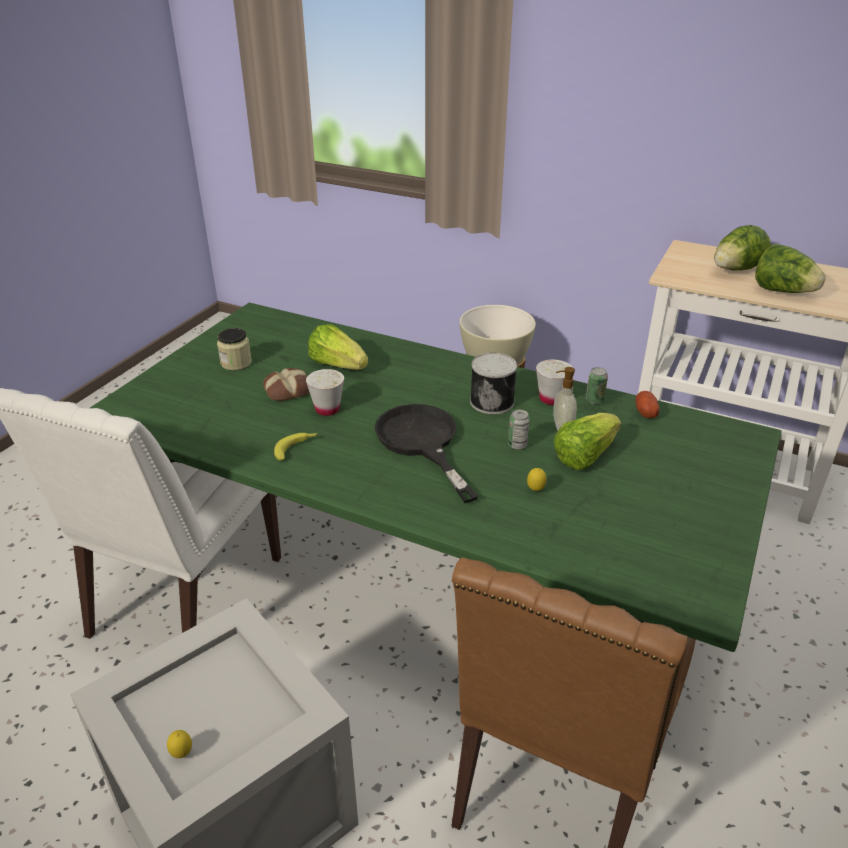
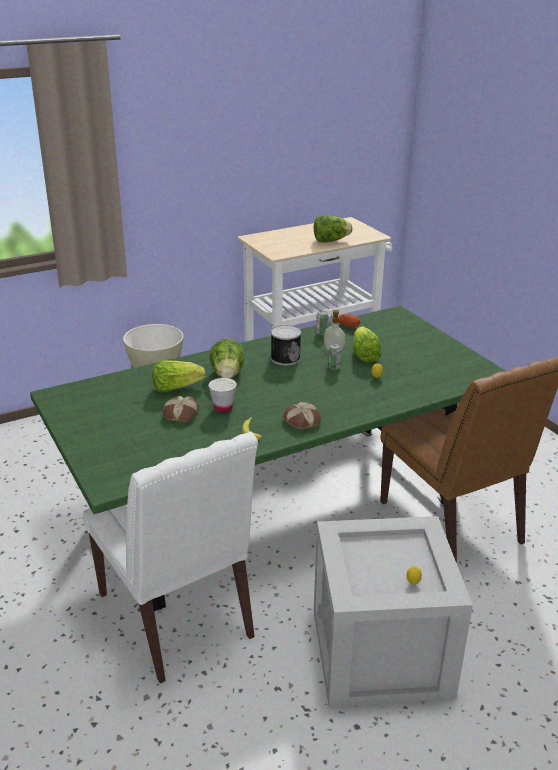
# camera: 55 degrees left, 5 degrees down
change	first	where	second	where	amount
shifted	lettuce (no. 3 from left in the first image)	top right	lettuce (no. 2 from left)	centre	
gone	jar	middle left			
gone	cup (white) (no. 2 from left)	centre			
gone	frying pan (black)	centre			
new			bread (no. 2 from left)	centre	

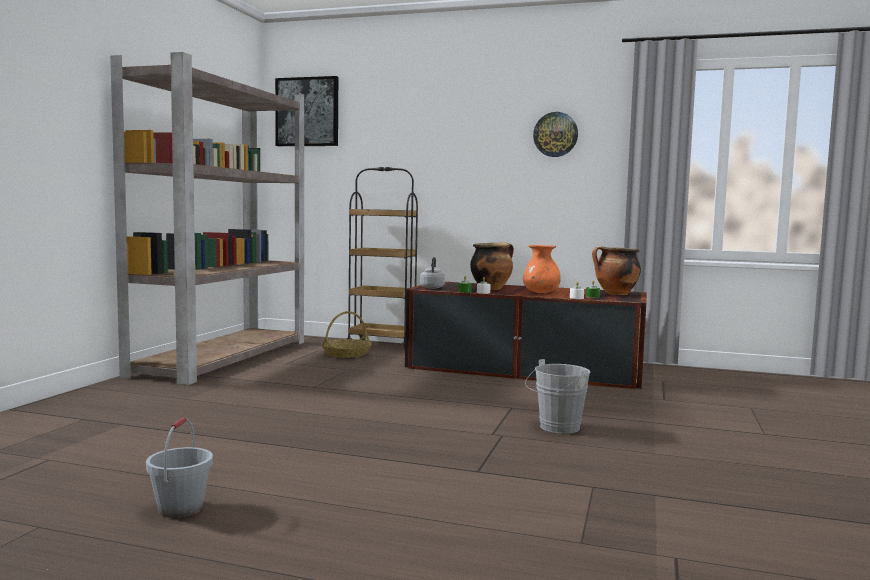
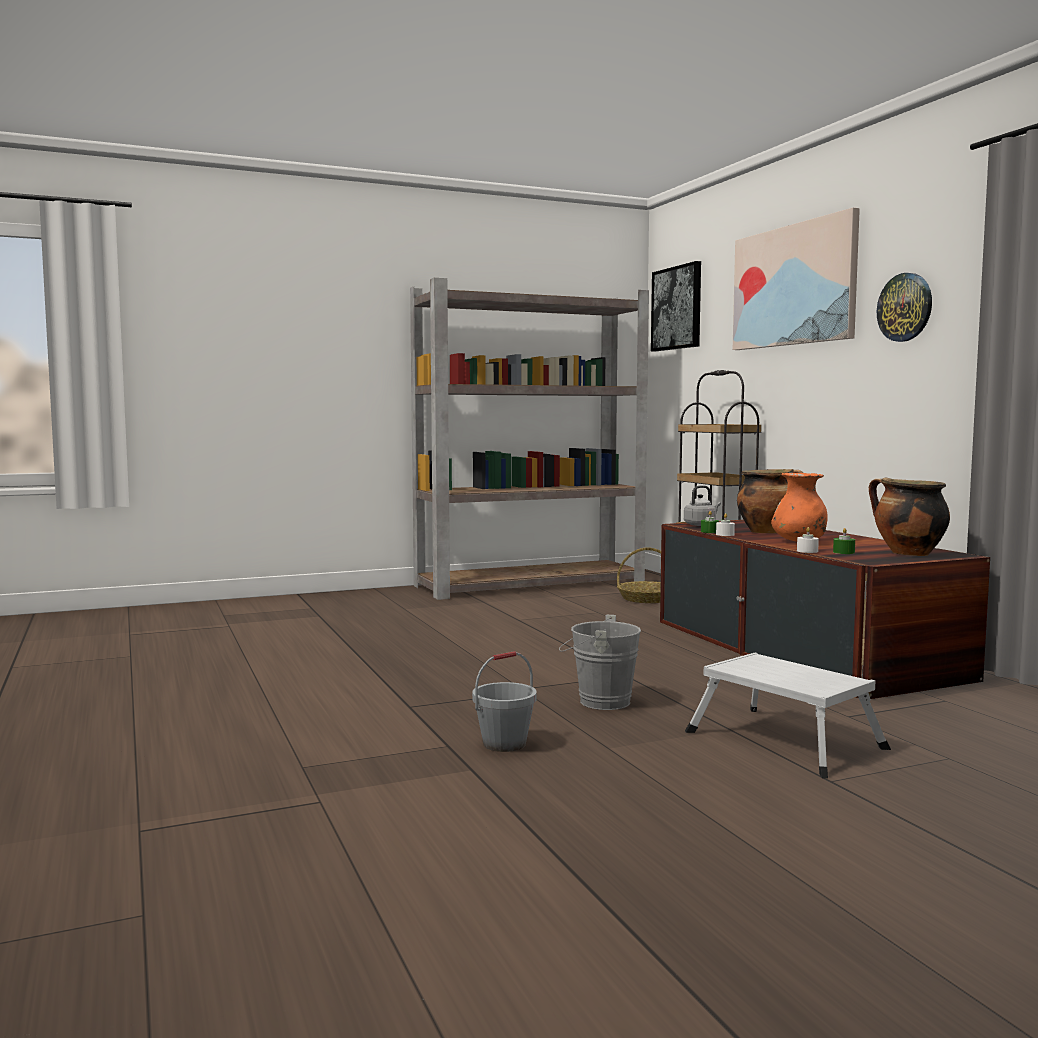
# camera: 50 degrees right, 0 degrees up
change	first	where	second	where	amount
shifted	bucket (grey) (no. 1 from left)	bottom left		bottom centre	
new			picture (no. 2 from left)	top right	
new			step ladder (white)	bottom right	

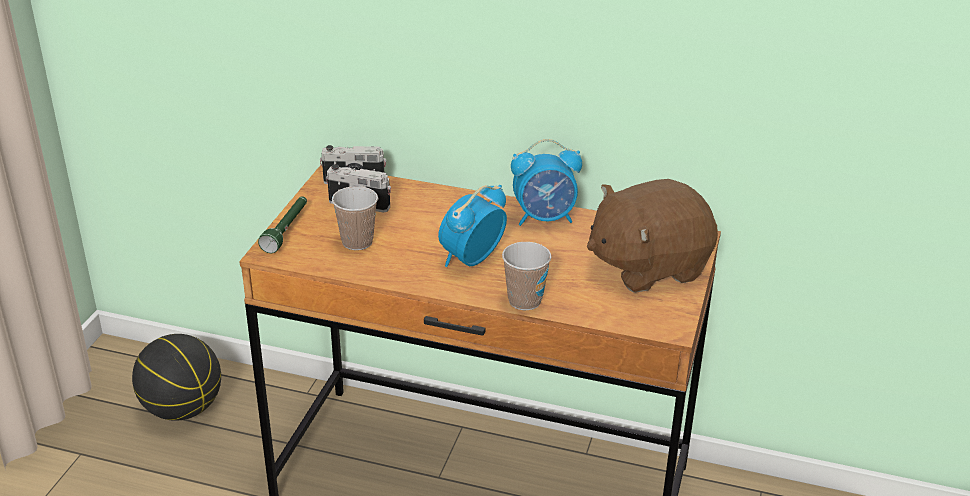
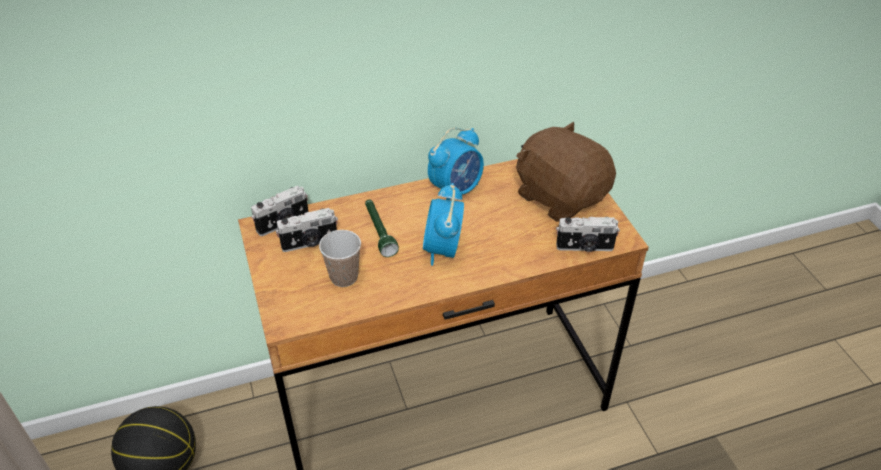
# camera: 35 degrees left, 10 degrees up
change	first	where	second	where	amount
rotated	plush toy (brown)	middle right		centre	105 degrees clockwise
shifted	flashlight (green)	middle left		centre	
gone	cup (no. 2 from left)	centre			
new			photo camera (no. 3 from left)	middle right	

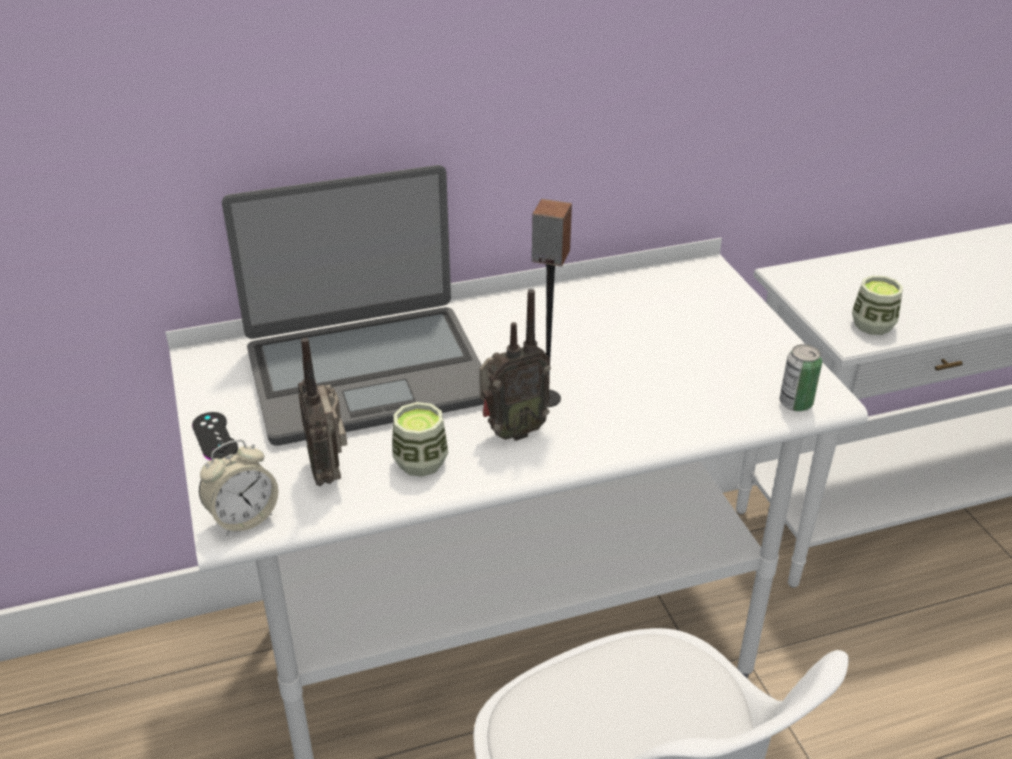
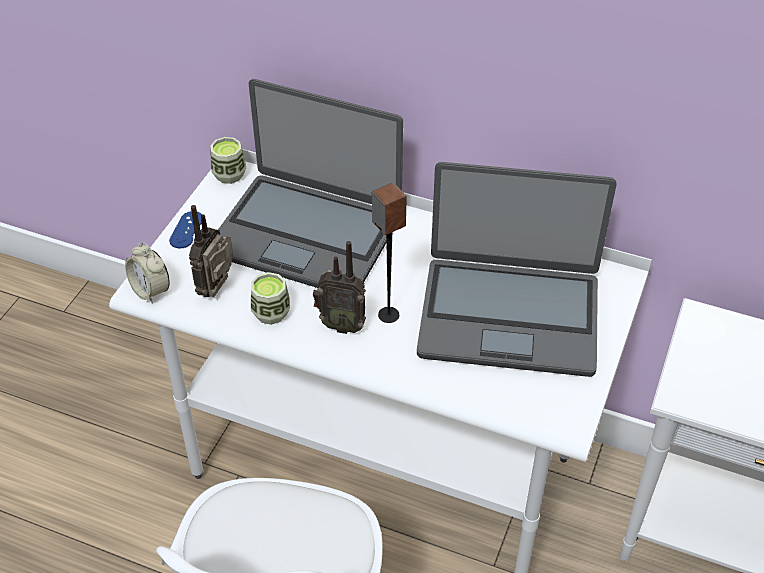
# camera: 40 degrees right, 10 degrees up
change	first	where	second	where	amount
shifted	cup (no. 2 from left in the first image)	middle right	cup (no. 1 from left)	top left	
gone	can	middle right			
repainted	game controller (black)	middle left	game controller (blue)	middle left	
rotated	alarm clock	middle left		middle left	45 degrees clockwise
new			laptop (no. 2 from left)	middle right	

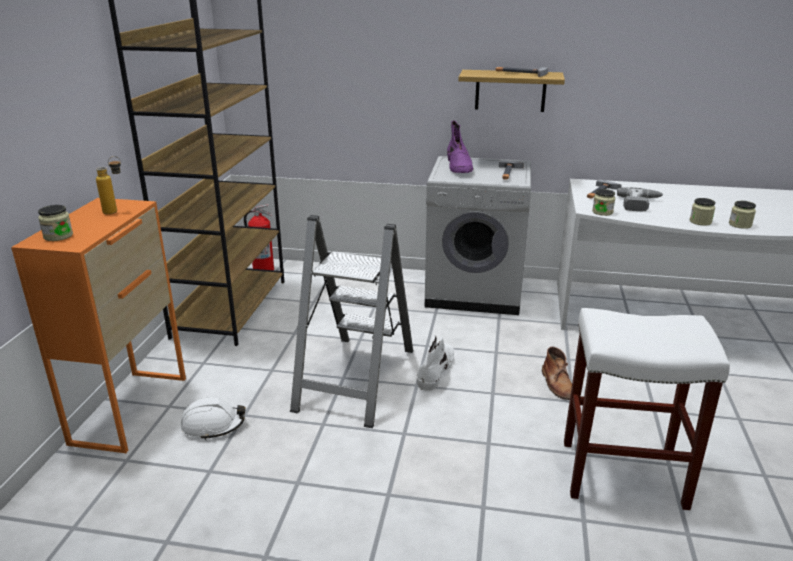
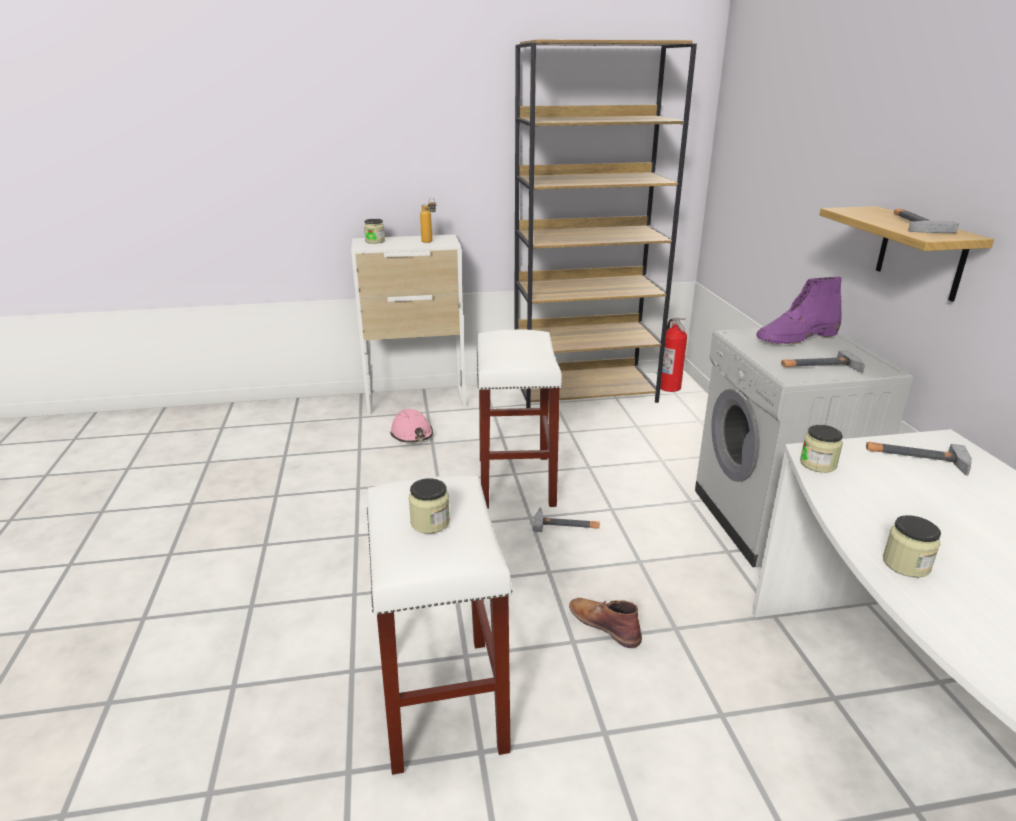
# camera: 70 degrees right, 0 degrees up
change	first	where	second	where	amount
gone	power drill	middle right			
repainted	cabinet (orange)	middle left	cabinet (white)	centre	
shifted	jar (no. 4 from left in the first image)	middle right	jar (no. 2 from left)	centre	
swapped	step ladder (grey)	centre	stool (white) (no. 2 from left)	centre	
swapped	boot (white)	centre	hammer (no. 1 from left)	centre	
rotated	boot (brown)	middle right		bottom centre	75 degrees clockwise
repainted	hard hat (white)	bottom left	hard hat (pink)	centre	

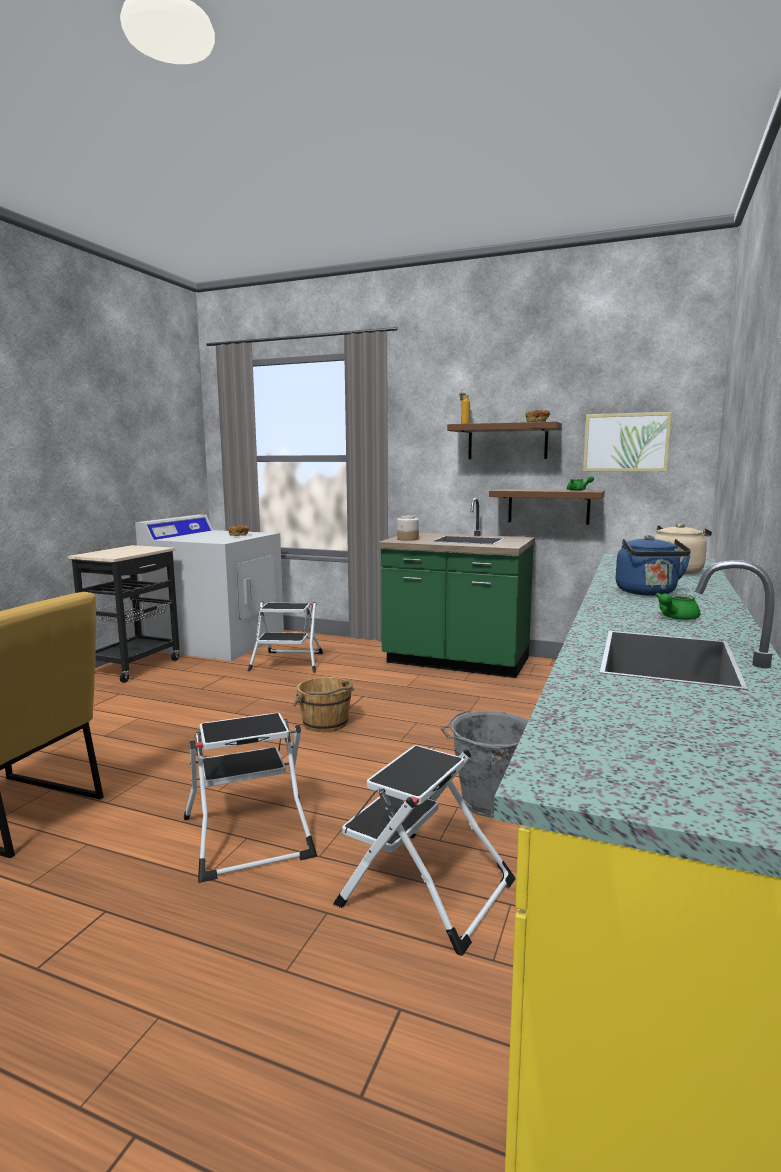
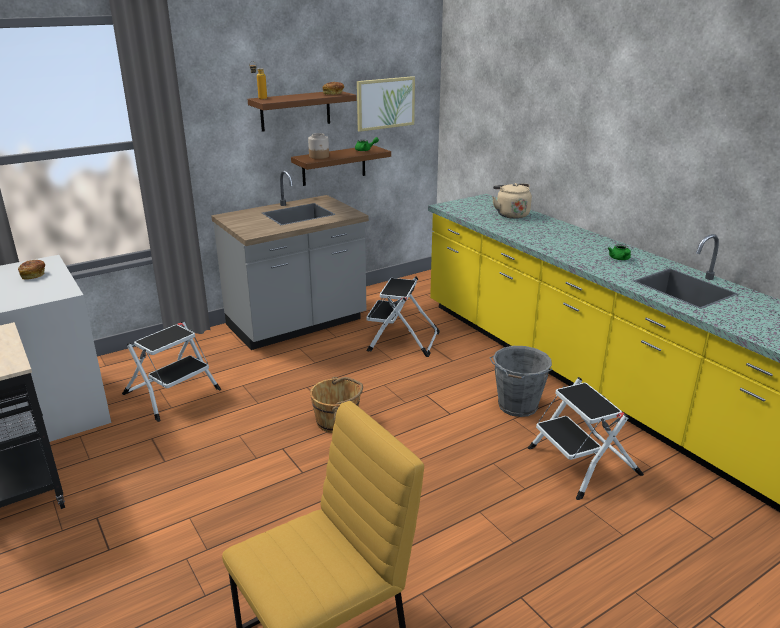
# camera: 55 degrees left, 15 degrees up
change	first	where	second	where	amount
repainted	counter (green)	centre	counter (grey)	centre	
shifted	jar	centre		top centre	
gone	kettle (blue)	middle right			
shifted	step ladder (no. 1 from left in the first image)	bottom left	step ladder (no. 2 from left)	centre	

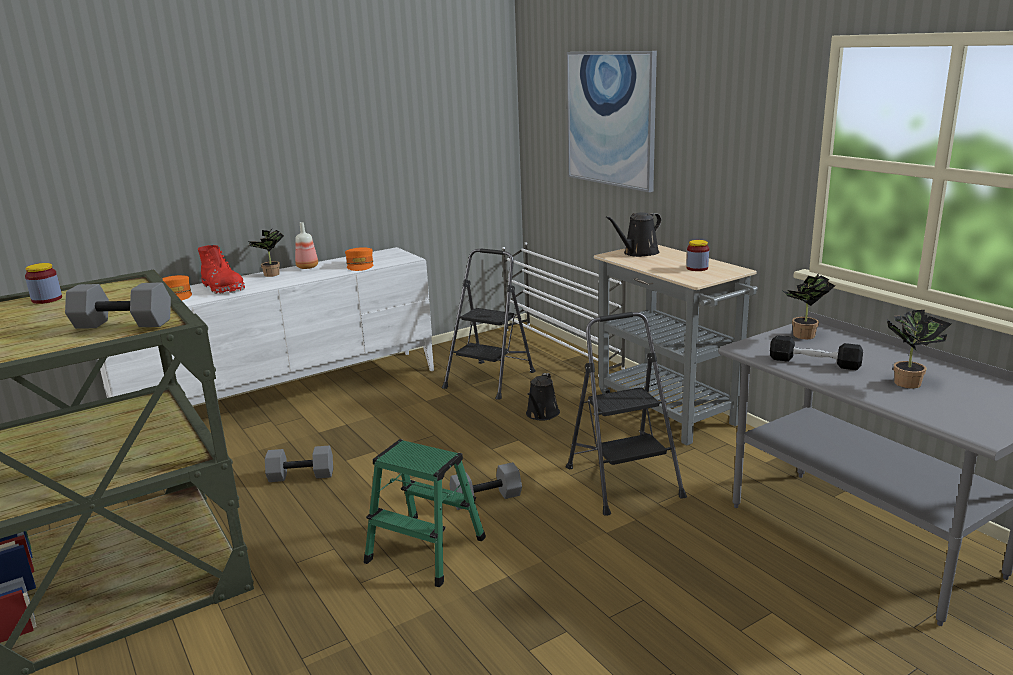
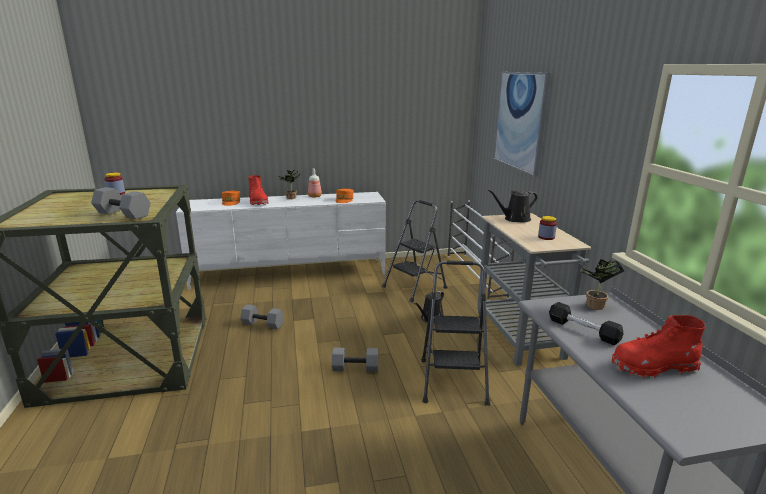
# camera: 20 degrees right, 0 degrees up
change	first	where	second	where	amount
swapped	potted plant (no. 3 from left)	middle right	boot (red) (no. 2 from left)	bottom right	
gone	step ladder (green)	bottom centre			

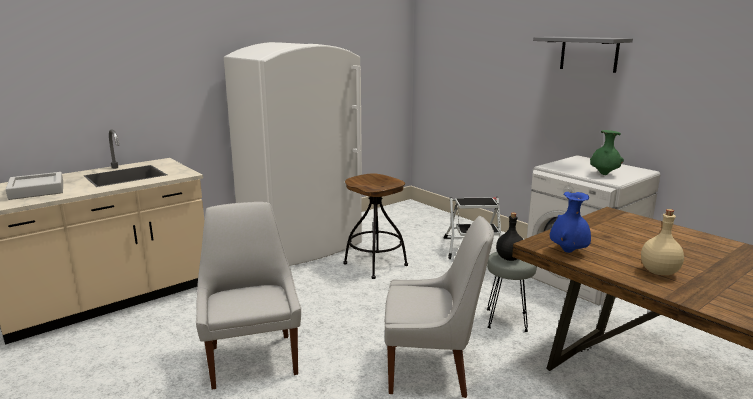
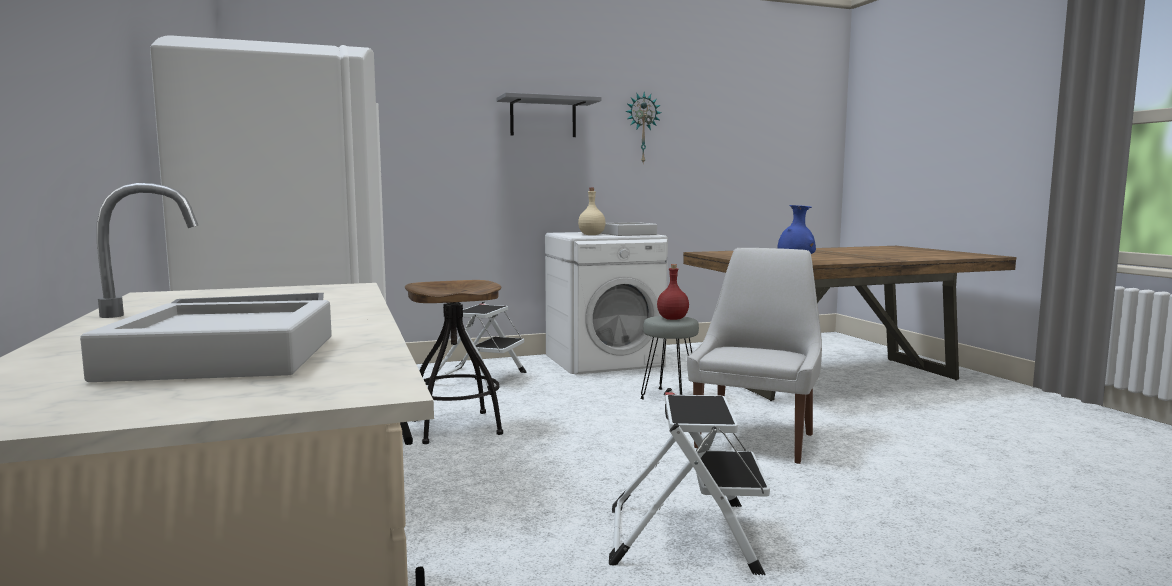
# camera: 70 degrees left, 10 degrees down
change	first	where	second	where	amount
swapped	vase (green)	middle right	tray (grey) (no. 2 from left)	centre	
swapped	chair (white) (no. 1 from left)	bottom left	step ladder (no. 2 from left)	bottom centre	
shifted	bottle (beige)	middle right		centre	
repainted	bottle (black)	middle right	bottle (red)	centre	
new			wall clock	top centre	

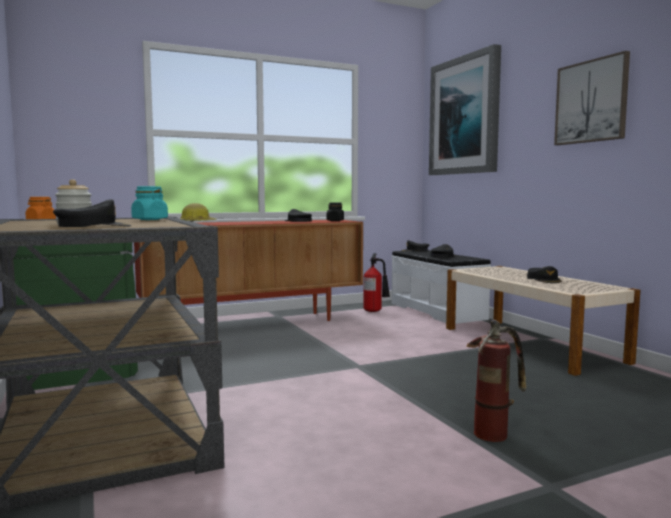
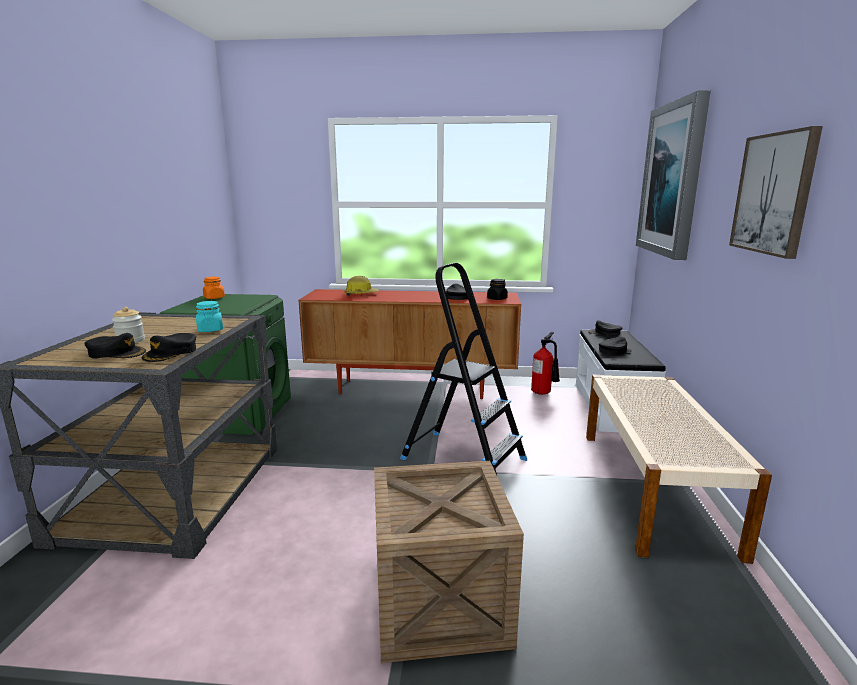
# camera: 30 degrees right, 10 degrees up
change	first	where	second	where	amount
shifted	cap (black) (no. 5 from left in the first image)	middle right	cap (black) (no. 2 from left)	middle left	
swapped	fire extinguisher (no. 2 from left)	bottom right	crate	bottom centre	
new			step ladder (black)	centre	

